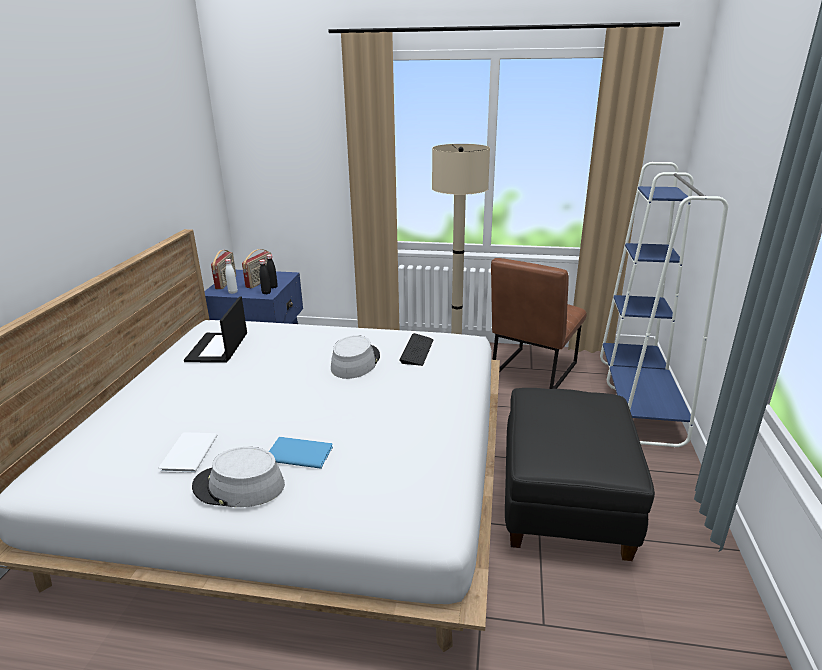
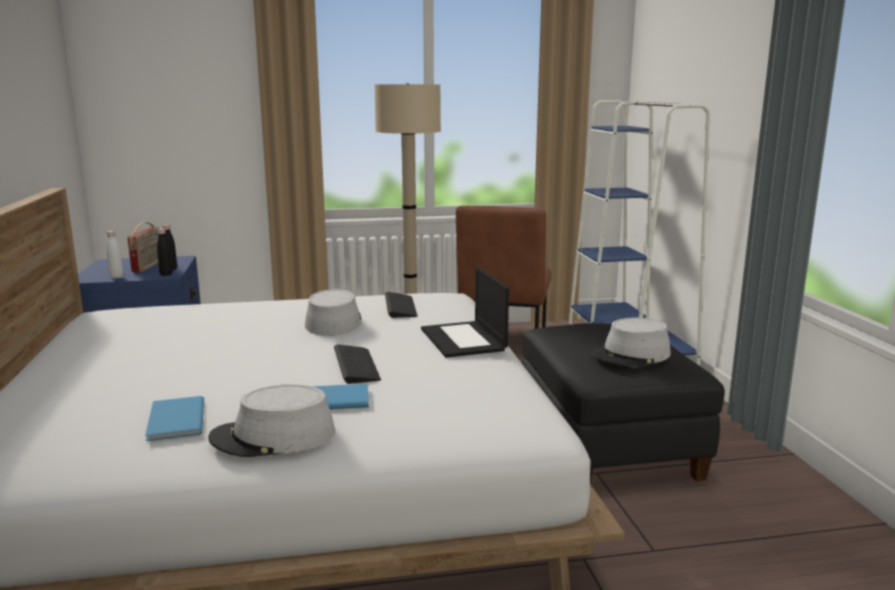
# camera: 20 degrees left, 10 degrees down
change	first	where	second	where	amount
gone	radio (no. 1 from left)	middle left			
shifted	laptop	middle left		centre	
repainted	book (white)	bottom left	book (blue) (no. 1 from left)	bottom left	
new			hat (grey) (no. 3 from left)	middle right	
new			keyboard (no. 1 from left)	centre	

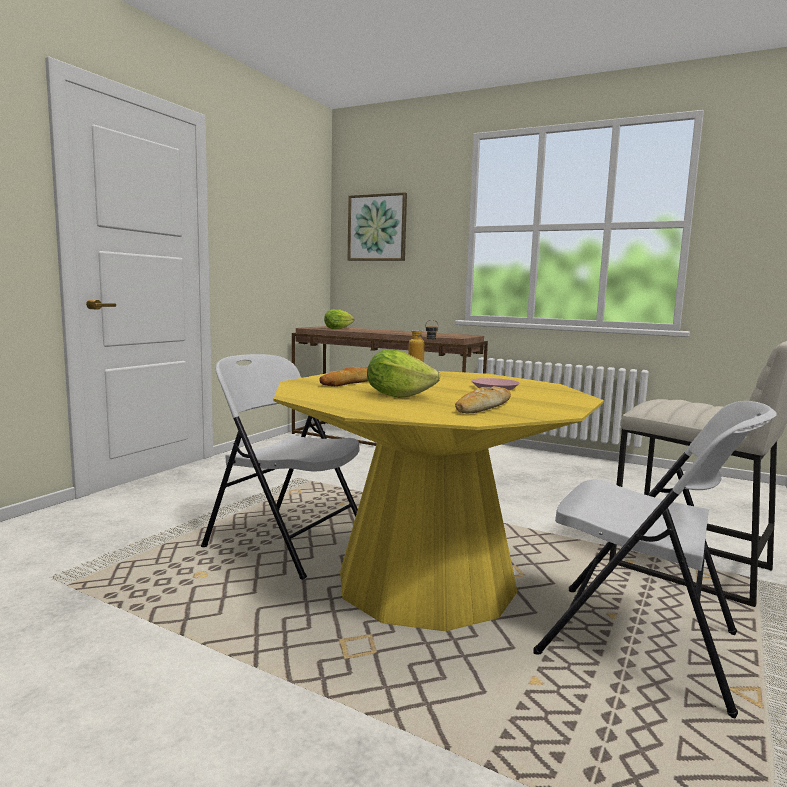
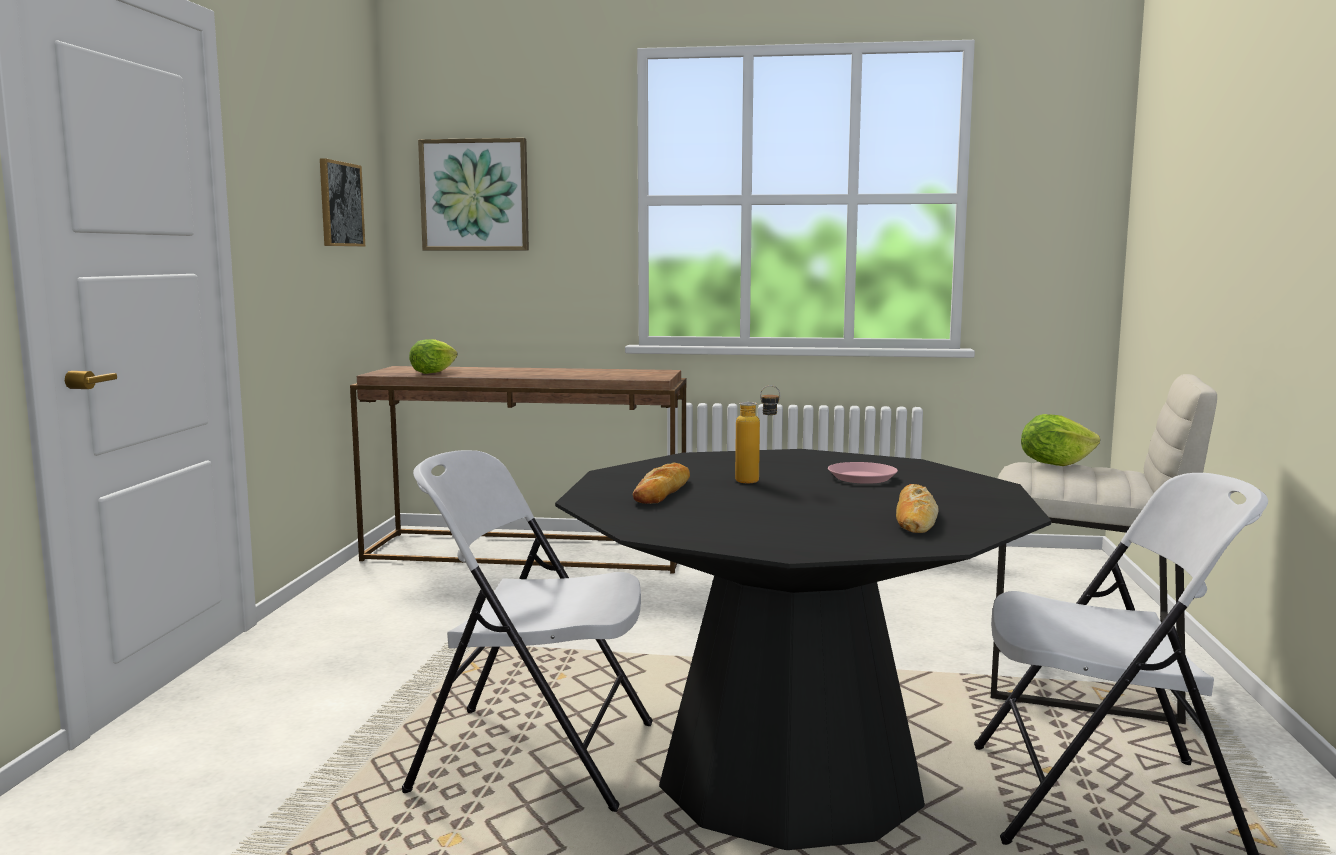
# camera: 20 degrees left, 0 degrees up
change	first	where	second	where	amount
shifted	lettuce (no. 2 from left)	centre		middle right	
repainted	dining table (yellow)	centre	dining table (black)	bottom centre	
new			picture (no. 1 from left)	top left	

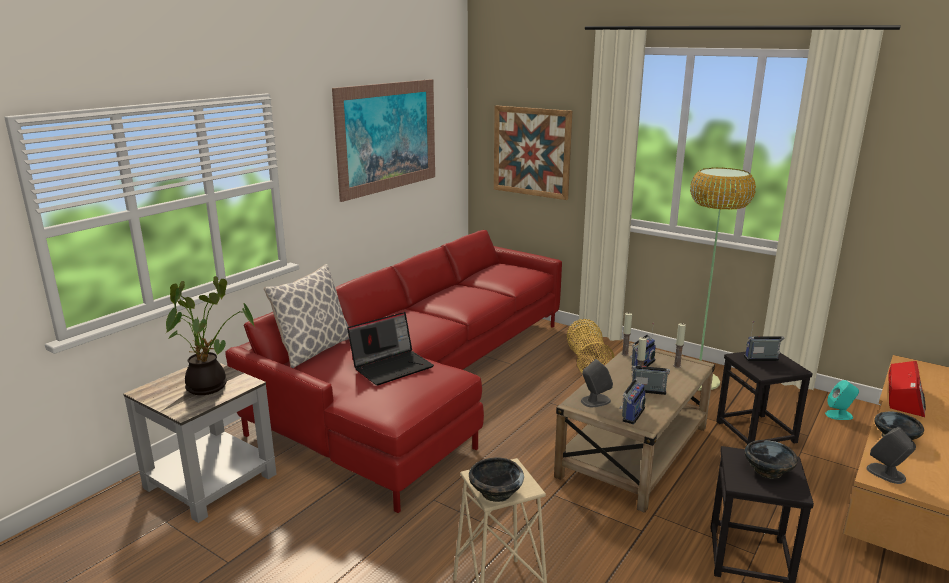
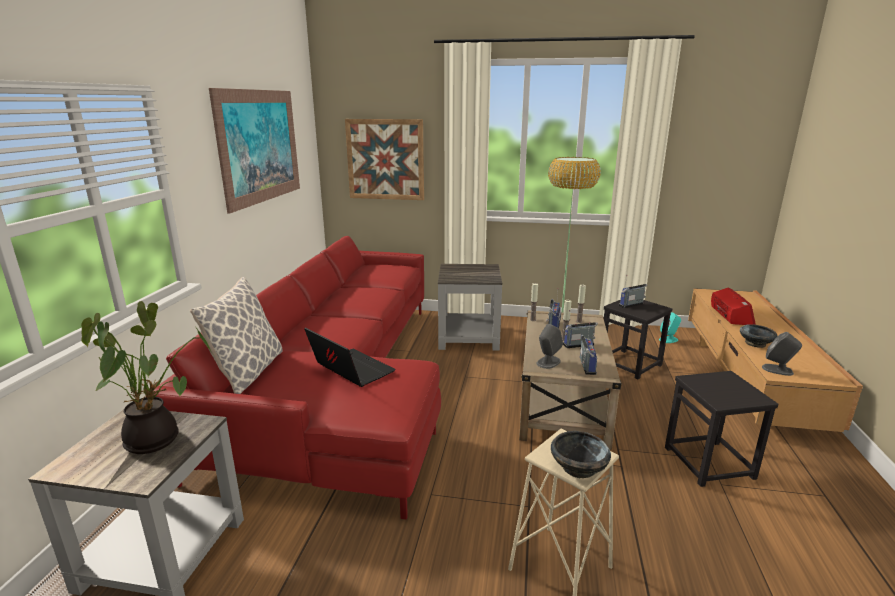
# camera: 25 degrees left, 0 degrees up
change	first	where	second	where	amount
rotated	laptop	centre		centre	75 degrees counterclockwise
swapped	basket	centre	side table (grey) (no. 2 from left)	centre	
gone	bowl (black) (no. 2 from left)	bottom right			

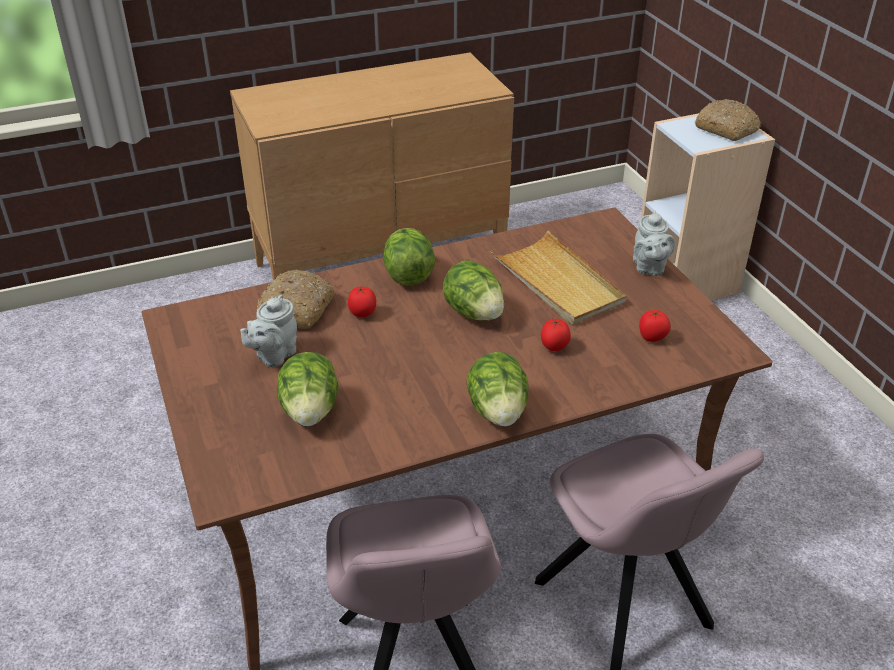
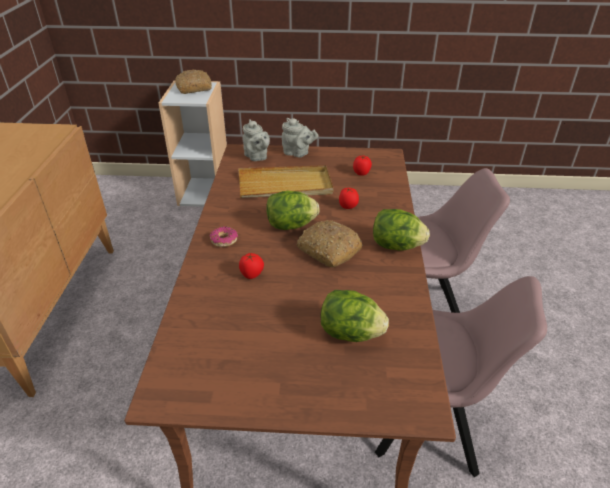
# camera: 65 degrees left, 0 degrees up
change	first	where	second	where	amount
swapped	lettuce (no. 2 from left)	centre	donut	centre	
shifted	bread (no. 1 from left in the first image)	middle left	bread (no. 2 from left)	centre	
shifted	teapot (grey) (no. 1 from left)	middle left		top centre	

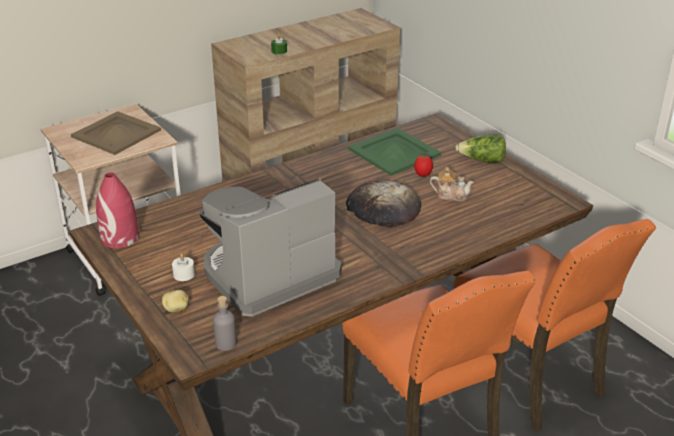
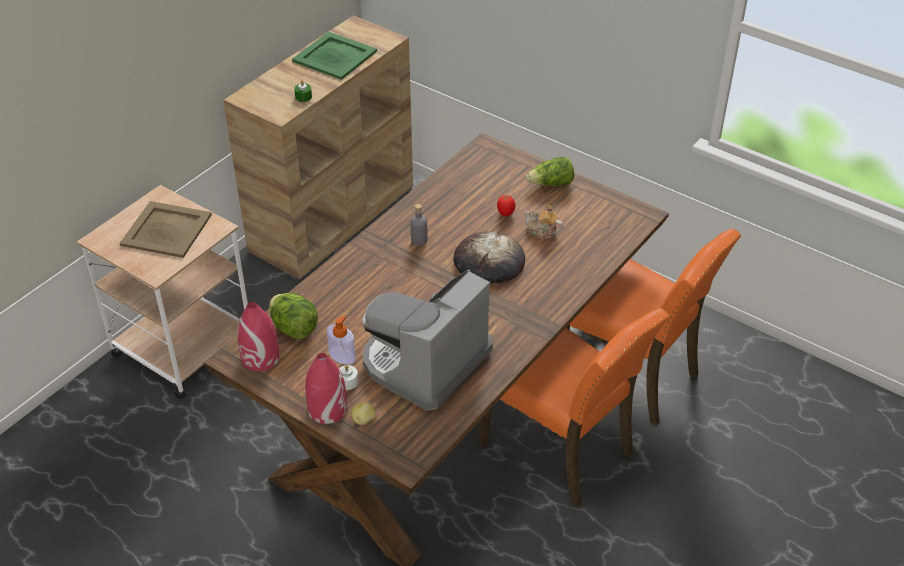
# camera: 20 degrees left, 10 degrees up
change	first	where	second	where	amount
shifted	tray (green)	centre		top centre	
rotated	teapot	middle right		centre	150 degrees counterclockwise
shifted	bottle (grey)	bottom centre		centre	
new			lettuce (no. 1 from left)	middle left	
new			soap dispenser	centre	
new			vase (red) (no. 2 from left)	bottom centre	

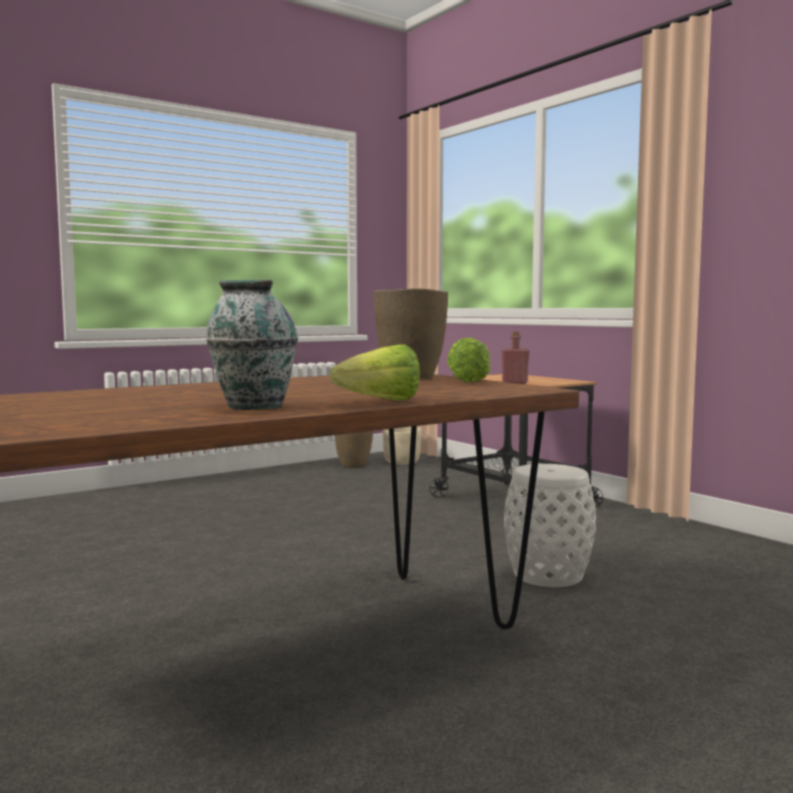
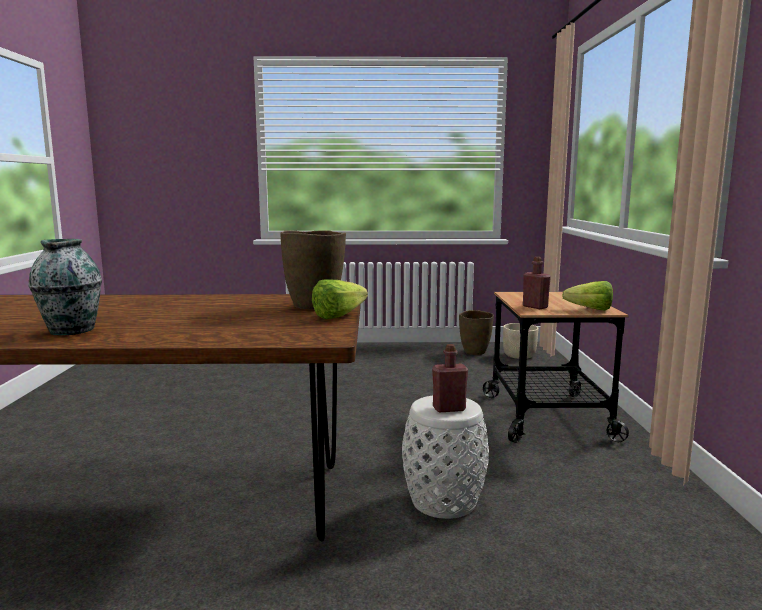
# camera: 35 degrees right, 5 degrees up
change	first	where	second	where	amount
shifted	lettuce (no. 1 from left in the first image)	centre	lettuce (no. 2 from left)	middle right	
new			bottle (red) (no. 1 from left)	centre	

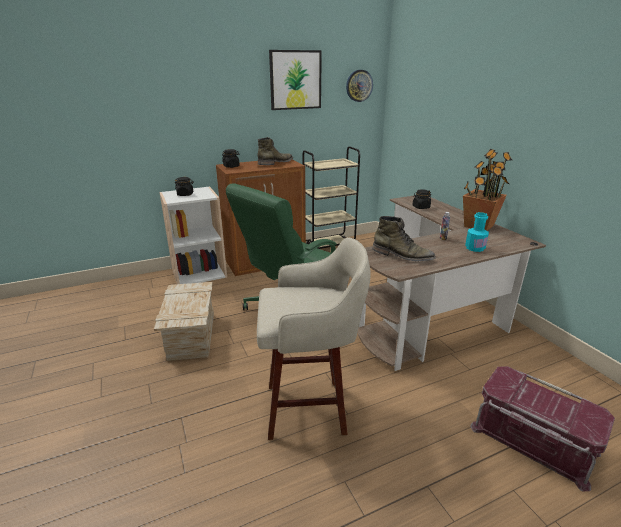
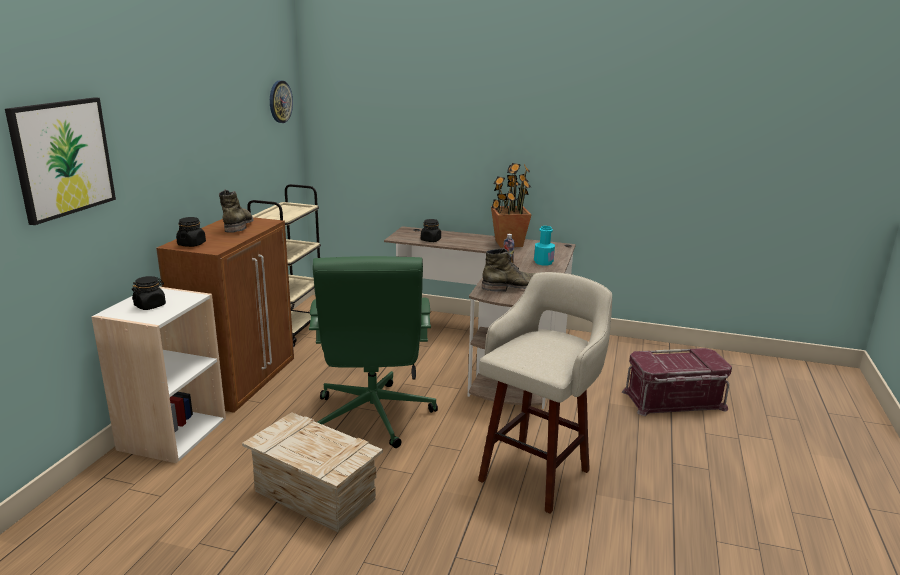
# camera: 50 degrees left, 5 degrees down
change	first	where	second	where	amount
shifted	picture	top centre		top left	

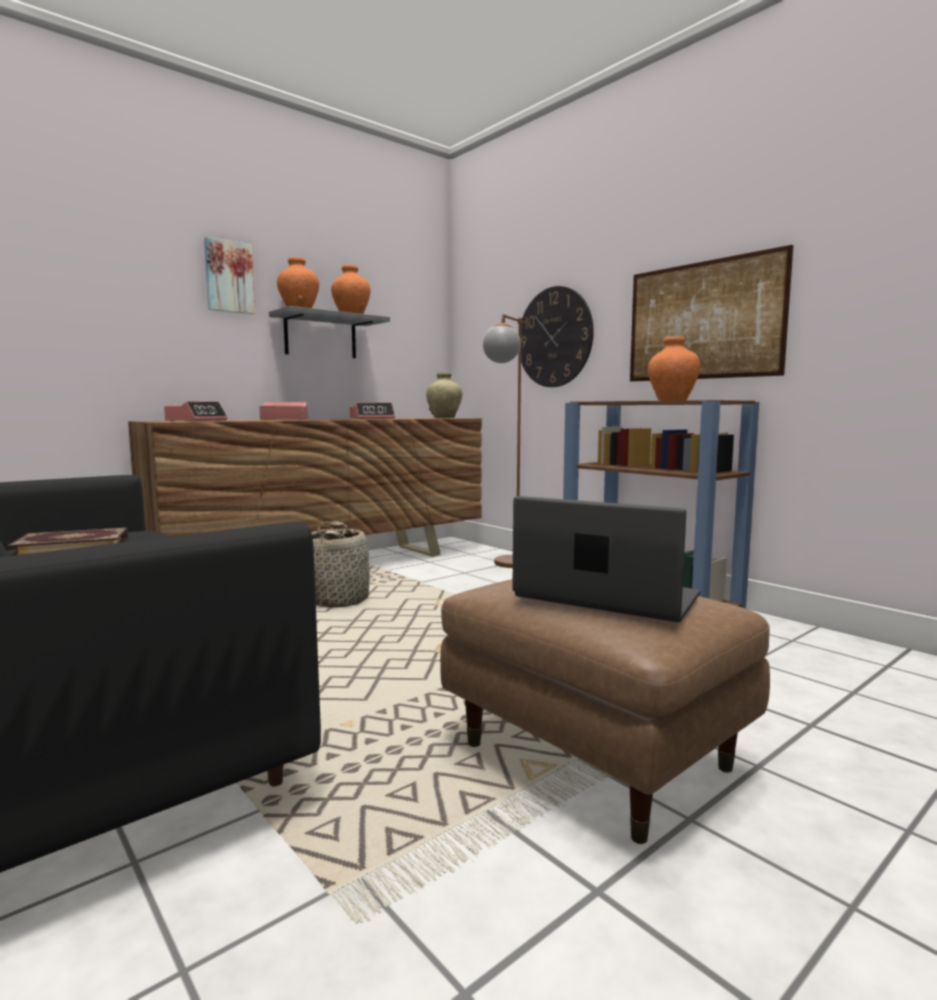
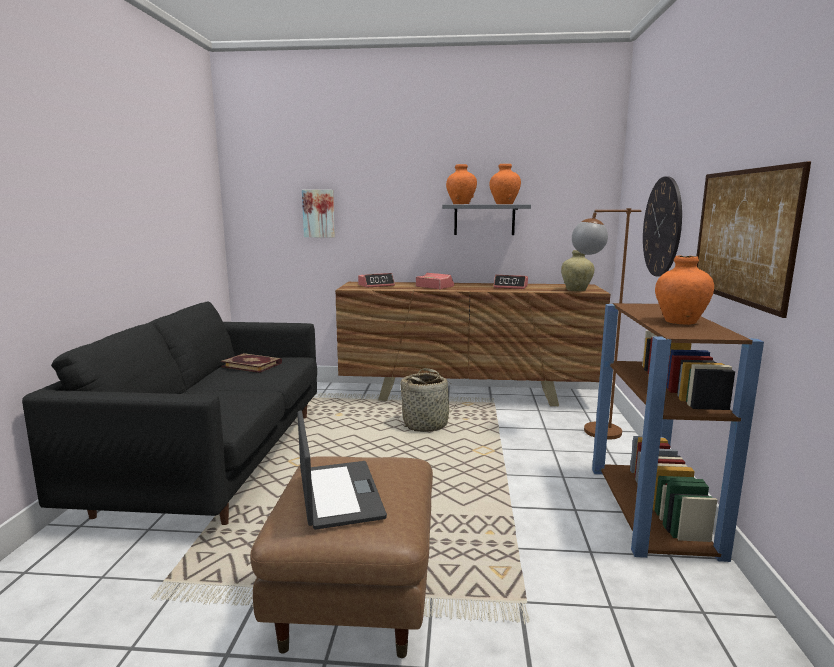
# camera: 45 degrees right, 5 degrees up
change	first	where	second	where	amount
shifted	picture (no. 1 from left)	top left		top centre	

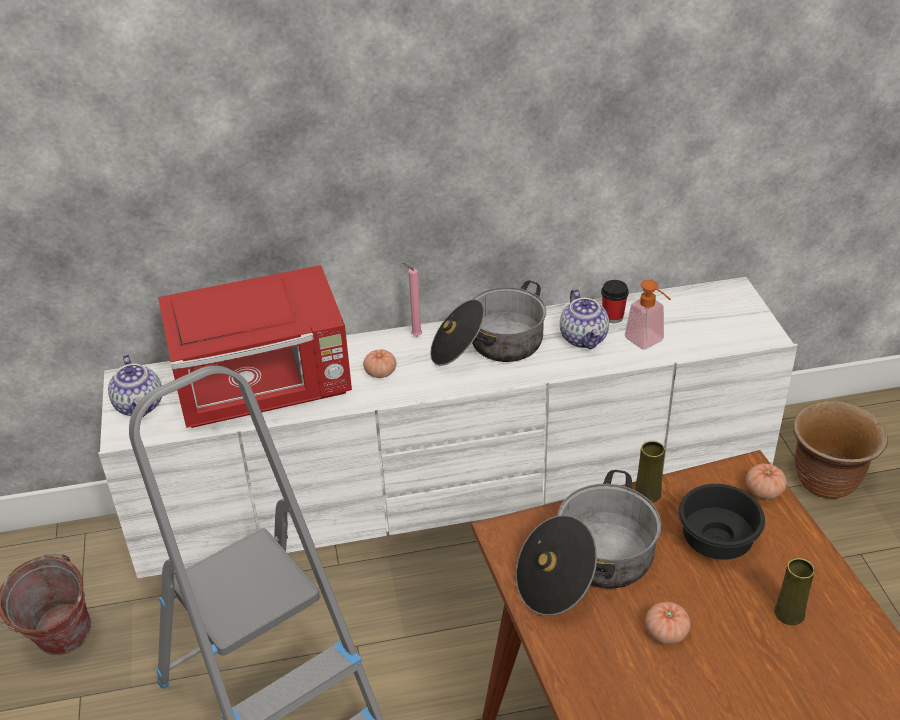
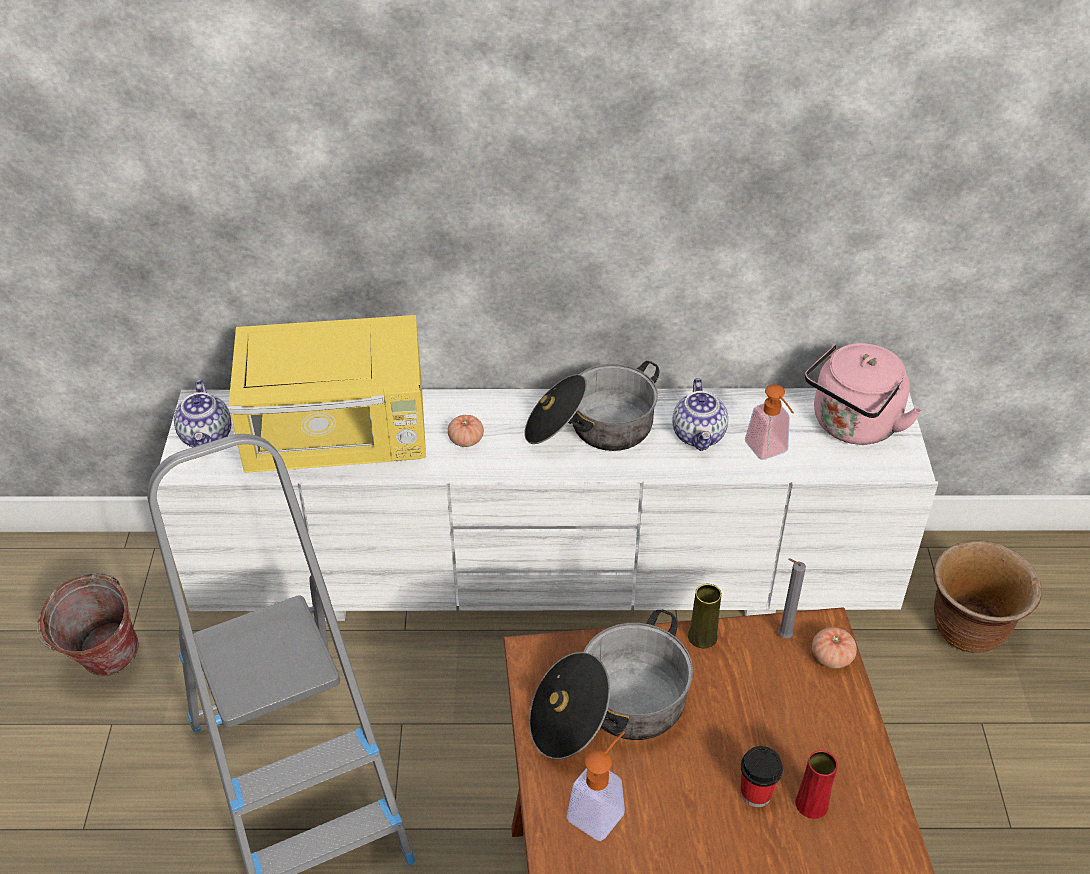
# camera: 10 degrees right, 5 degrees up
change	first	where	second	where	amount
gone	candle (pink)	centre			
repainted	microwave (red)	middle left	microwave (yellow)	middle left	
shifted	cup	middle right		bottom right	
gone	bowl (black)	bottom right			
repainted	vase (yellow) (no. 2 from left)	bottom right	vase (red)	bottom right	
gone	tomato (no. 2 from left)	bottom right			
new			kettle (pink)	middle right	
new			candle (grey)	bottom right	
new			soap dispenser (no. 1 from left)	bottom centre	

